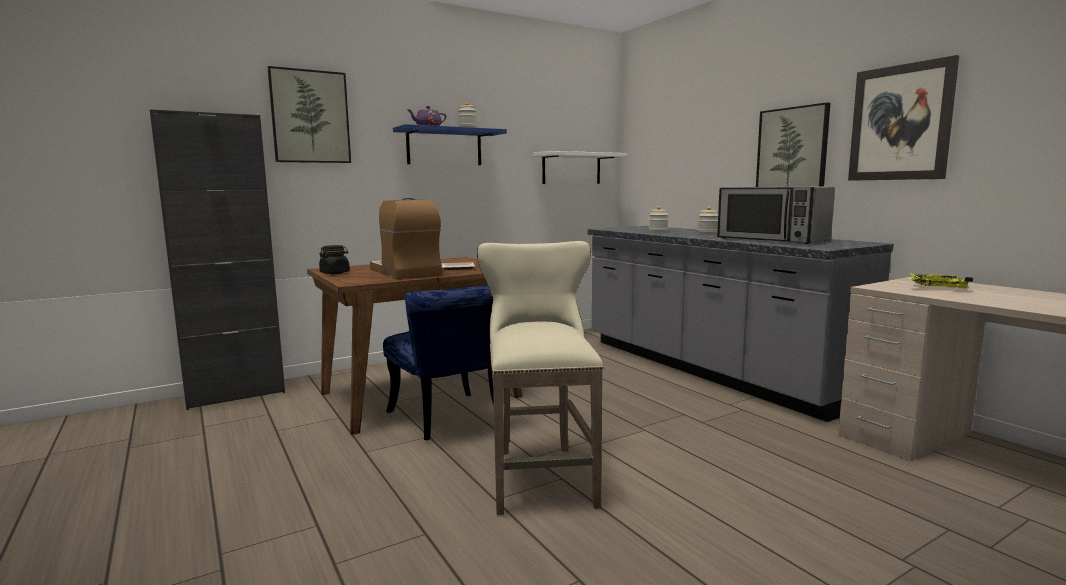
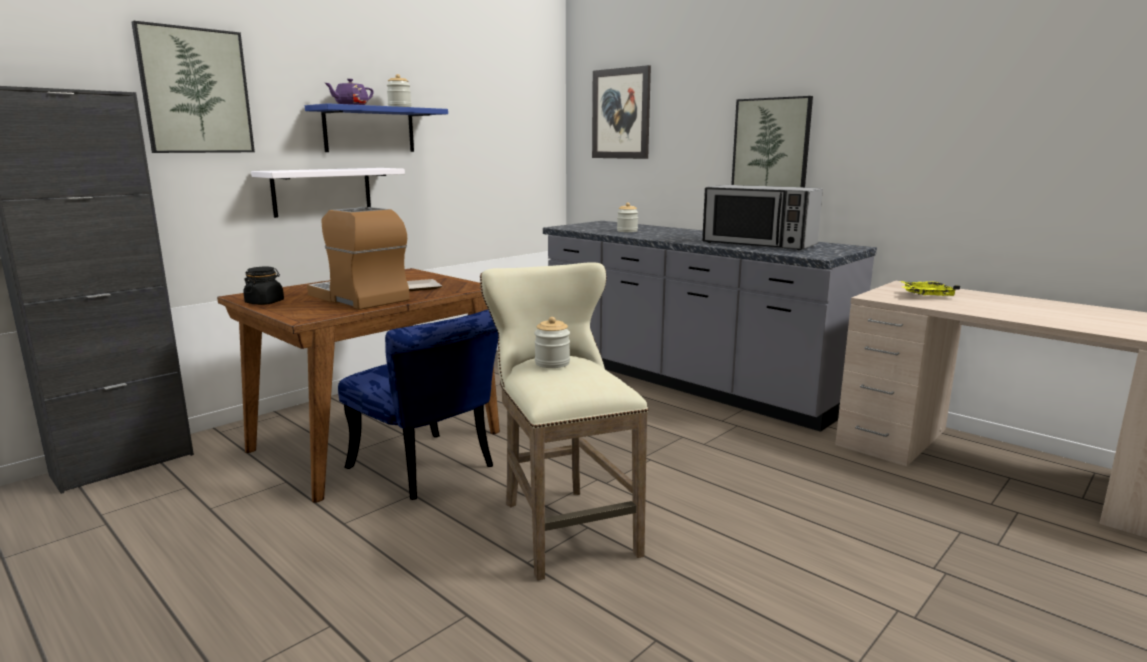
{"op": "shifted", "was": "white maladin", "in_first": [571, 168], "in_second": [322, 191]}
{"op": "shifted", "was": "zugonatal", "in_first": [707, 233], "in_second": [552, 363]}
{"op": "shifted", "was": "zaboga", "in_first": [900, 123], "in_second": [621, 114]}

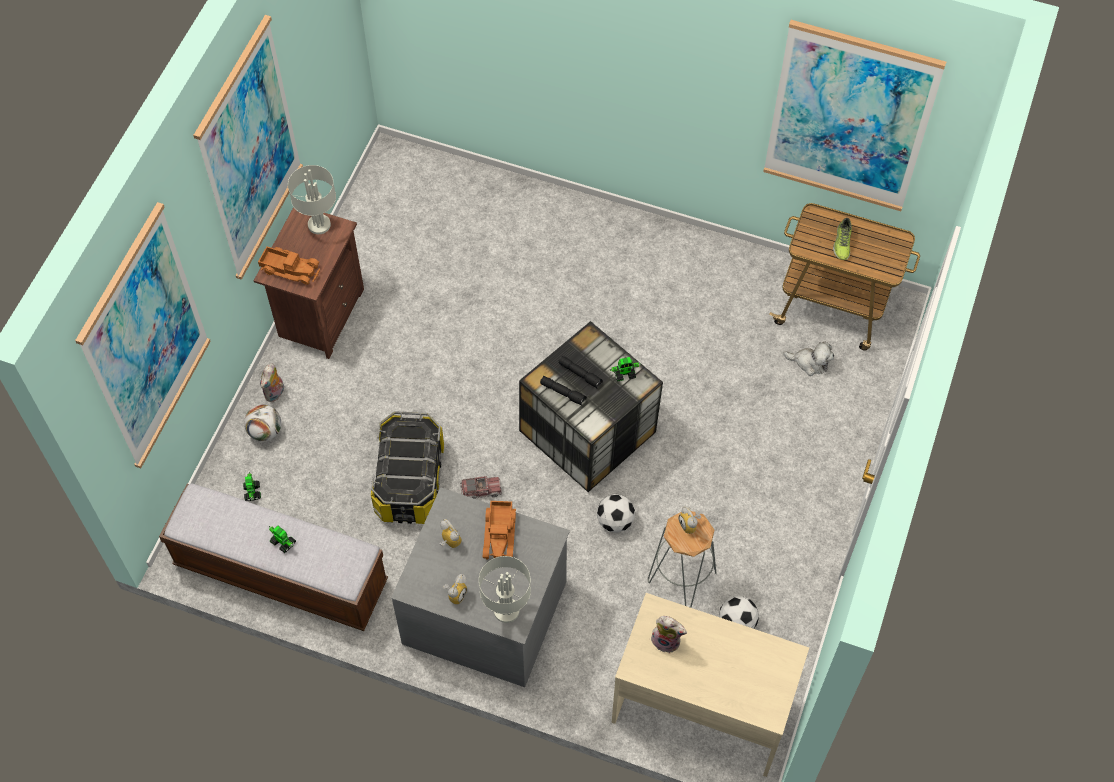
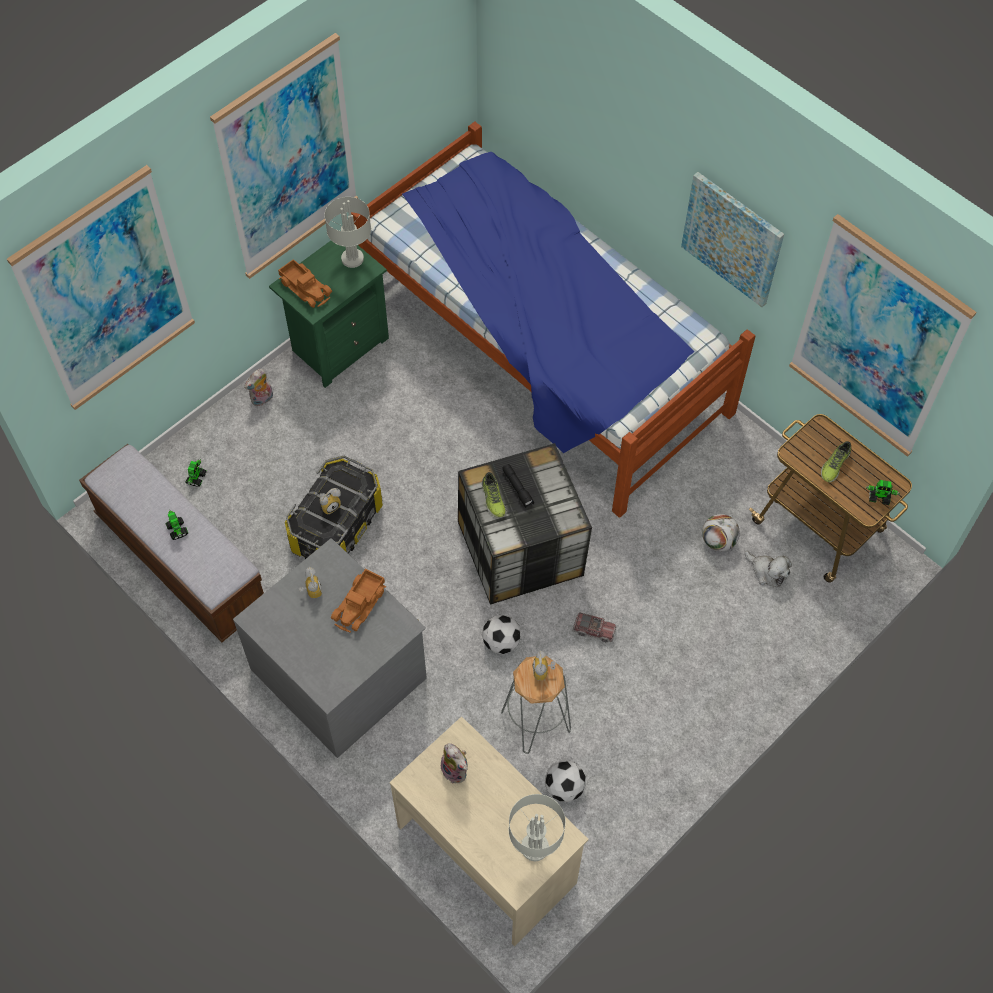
{"op": "shifted", "was": "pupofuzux", "in_first": [265, 431], "in_second": [718, 541]}
{"op": "repainted", "was": "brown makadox", "now": "green makadox", "in_first": [320, 314], "in_second": [338, 345]}
{"op": "shifted", "was": "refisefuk", "in_first": [455, 593], "in_second": [330, 505]}
{"op": "shifted", "was": "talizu", "in_first": [481, 490], "in_second": [594, 630]}
{"op": "shifted", "was": "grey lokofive", "in_first": [506, 610], "in_second": [534, 846]}
{"op": "swapped", "was": "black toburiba", "now": "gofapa", "in_first": [563, 392], "in_second": [492, 499]}
{"op": "shifted", "was": "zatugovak", "in_first": [624, 374], "in_second": [879, 497]}
{"op": "new", "now": "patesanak", "in_second": [542, 355]}
{"op": "new", "now": "zaboga", "in_second": [732, 238]}

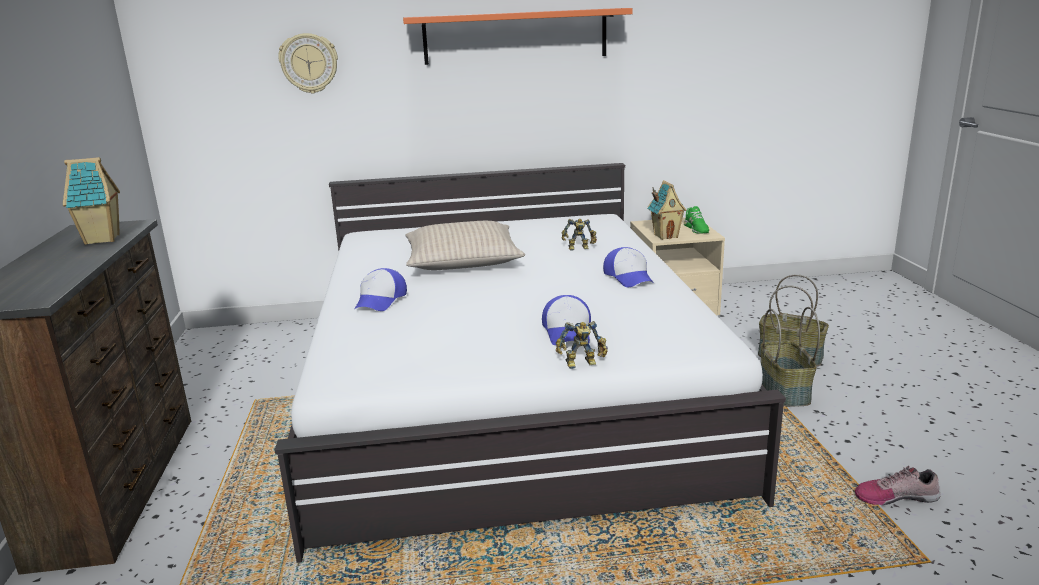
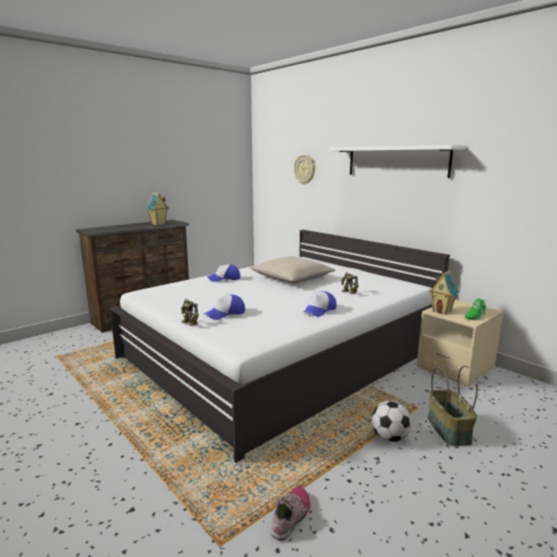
{"op": "repainted", "was": "orange maladin", "now": "white maladin", "in_first": [515, 36], "in_second": [396, 161]}
{"op": "swapped", "was": "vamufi", "now": "pupofuzux", "in_first": [783, 390], "in_second": [389, 437]}
{"op": "rotated", "was": "gofapa", "in_first": [895, 496], "in_second": [291, 517], "clockwise": 60}

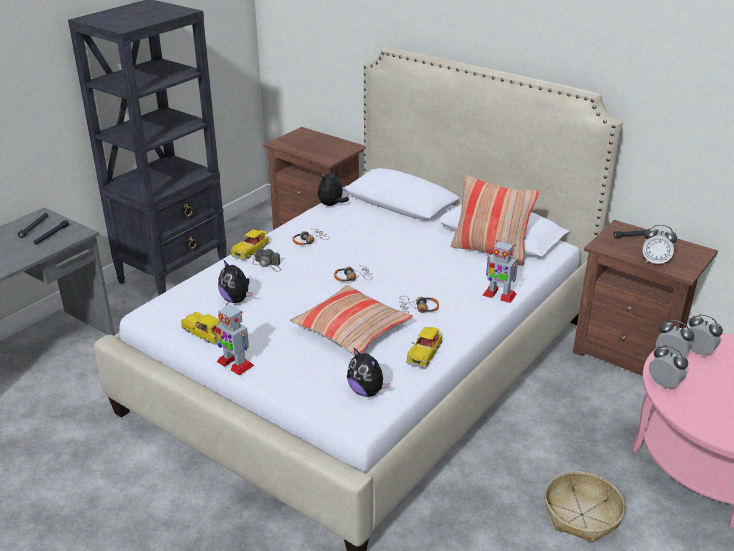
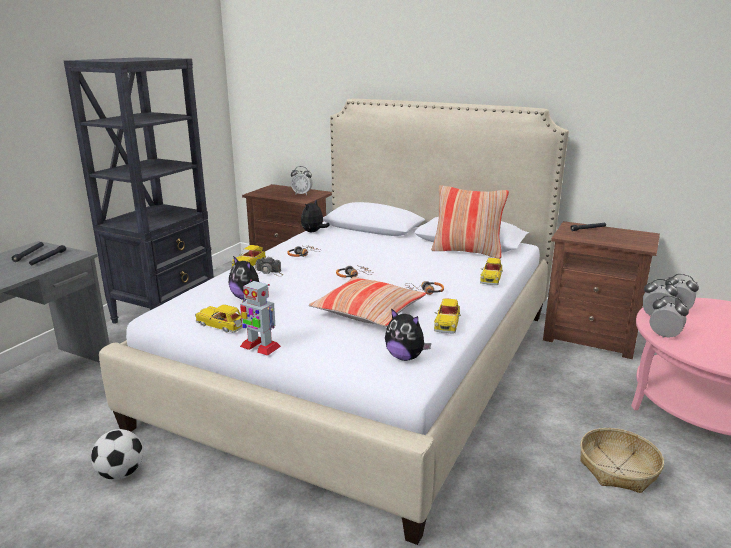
{"op": "swapped", "was": "zatugovak", "now": "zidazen", "in_first": [498, 295], "in_second": [491, 278]}
{"op": "shifted", "was": "refisefuk", "in_first": [655, 261], "in_second": [302, 194]}
{"op": "new", "now": "pupofuzux", "in_second": [121, 473]}

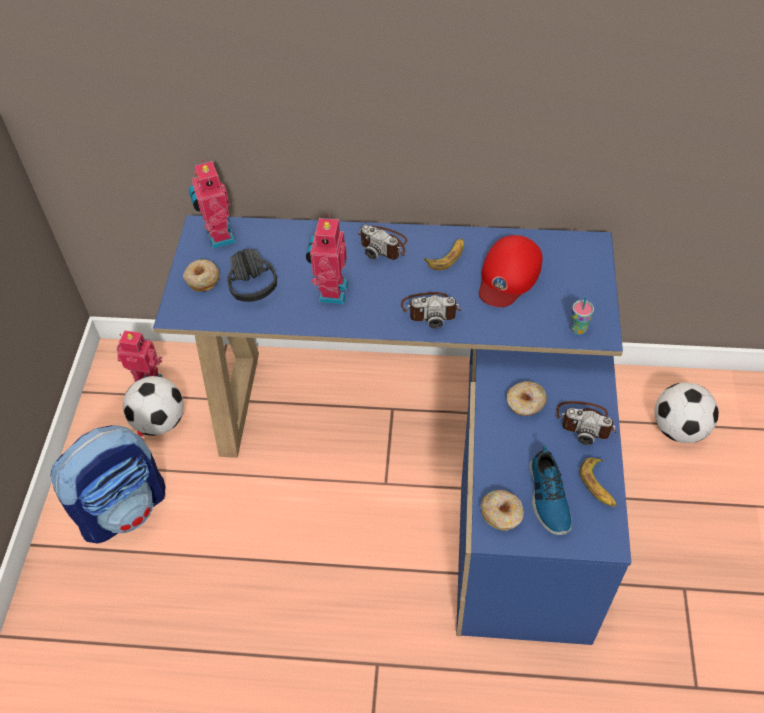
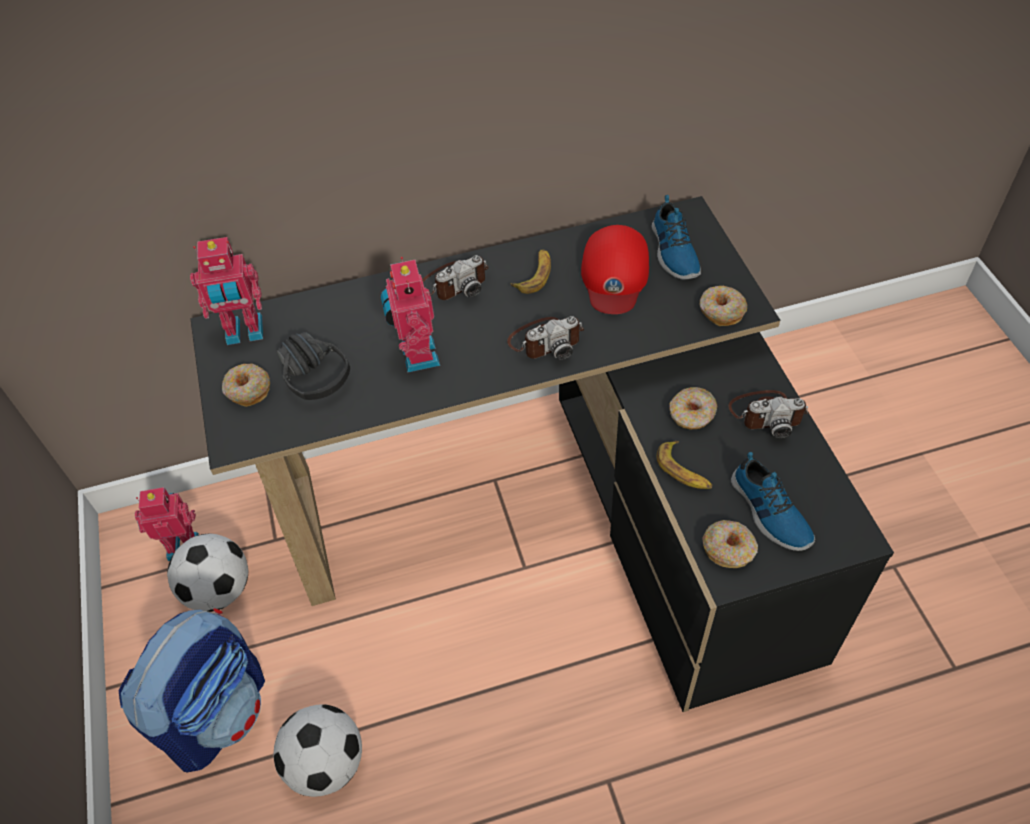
{"op": "repainted", "was": "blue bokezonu", "now": "black bokezonu", "in_first": [428, 449], "in_second": [556, 511]}
{"op": "rotated", "was": "zatugovak", "in_first": [218, 237], "in_second": [244, 332], "clockwise": -60}
{"op": "rotated", "was": "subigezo", "in_first": [383, 245], "in_second": [454, 283], "clockwise": -45}
{"op": "swapped", "was": "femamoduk", "now": "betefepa", "in_first": [578, 329], "in_second": [721, 311]}
{"op": "shifted", "was": "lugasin", "in_first": [599, 485], "in_second": [683, 471]}
{"op": "shifted", "was": "pupofuzux", "in_first": [678, 428], "in_second": [326, 763]}
{"op": "new", "now": "gofapa", "in_second": [673, 251]}

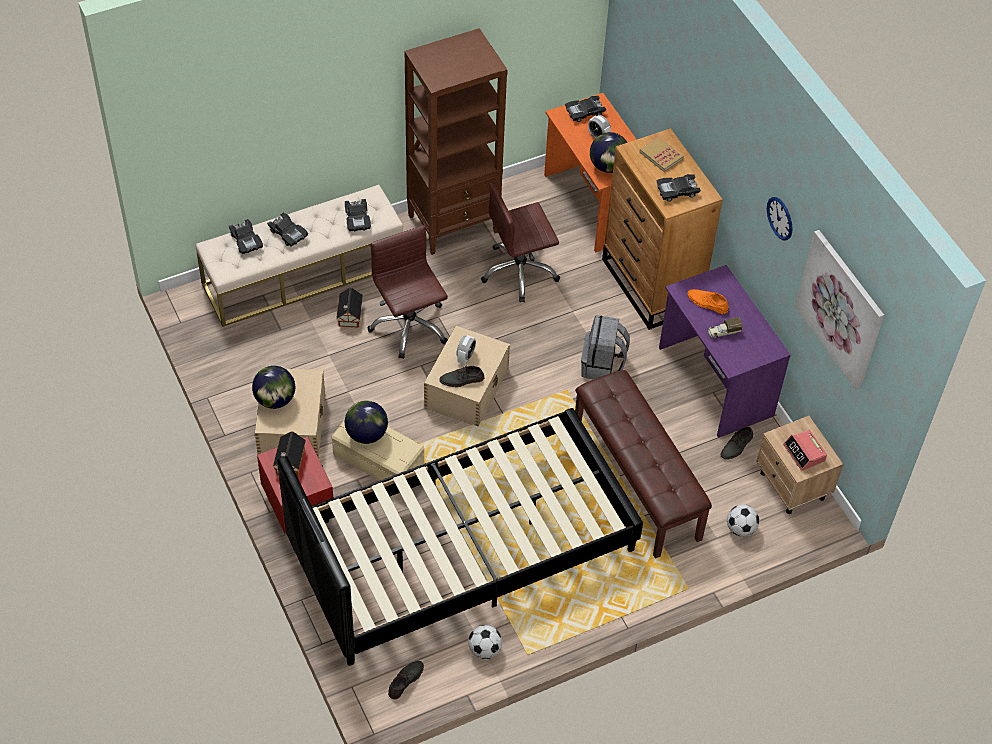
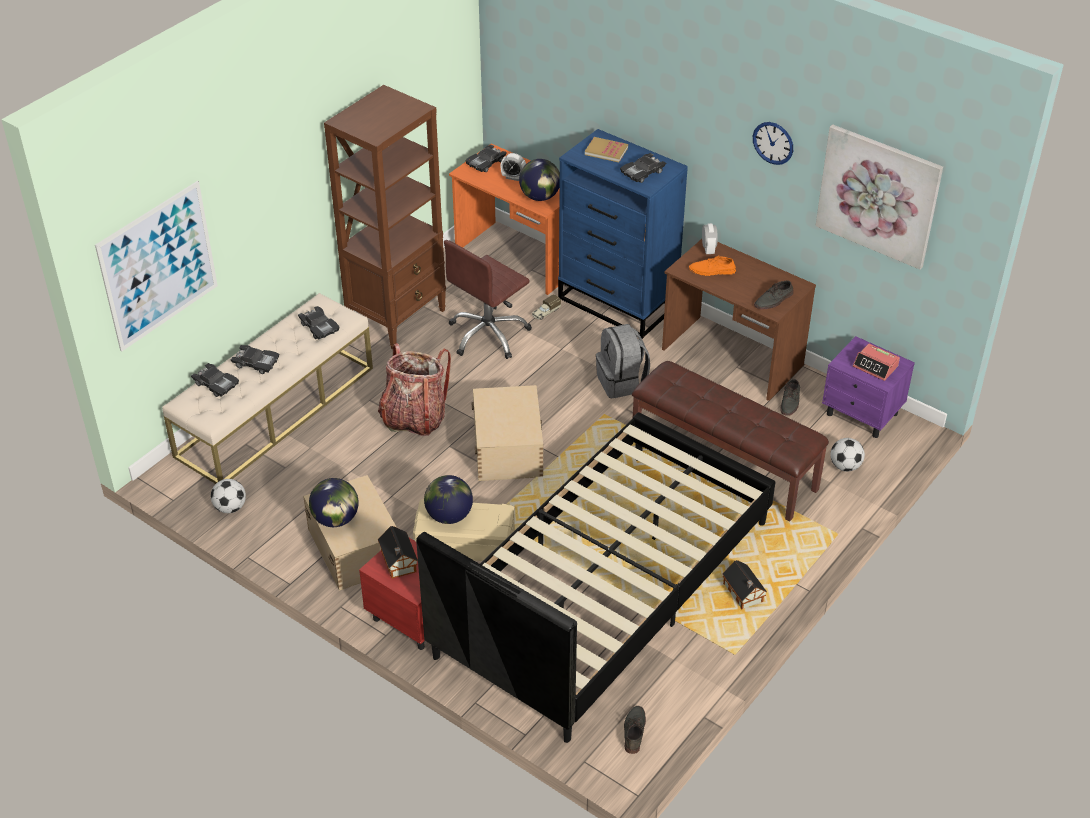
{"op": "shifted", "was": "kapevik", "in_first": [349, 316], "in_second": [743, 595]}
{"op": "swapped", "was": "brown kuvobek", "now": "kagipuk", "in_first": [409, 326], "in_second": [414, 418]}
{"op": "shifted", "was": "grey gofapa", "in_first": [462, 380], "in_second": [774, 300]}
{"op": "shifted", "was": "refisefuk", "in_first": [465, 357], "in_second": [708, 249]}
{"op": "shifted", "was": "pupofuzux", "in_first": [484, 650], "in_second": [230, 507]}
{"op": "repainted", "was": "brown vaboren", "now": "blue vaboren", "in_first": [651, 285], "in_second": [618, 303]}
{"op": "repainted", "was": "purple bokezonu", "now": "brown bokezonu", "in_first": [714, 382], "in_second": [731, 358]}
{"op": "shifted", "was": "talizu", "in_first": [723, 332], "in_second": [545, 313]}
{"op": "repainted", "was": "beige makadox", "now": "purple makadox", "in_first": [792, 486], "in_second": [862, 414]}
{"op": "new", "now": "zaboga", "in_second": [158, 266]}

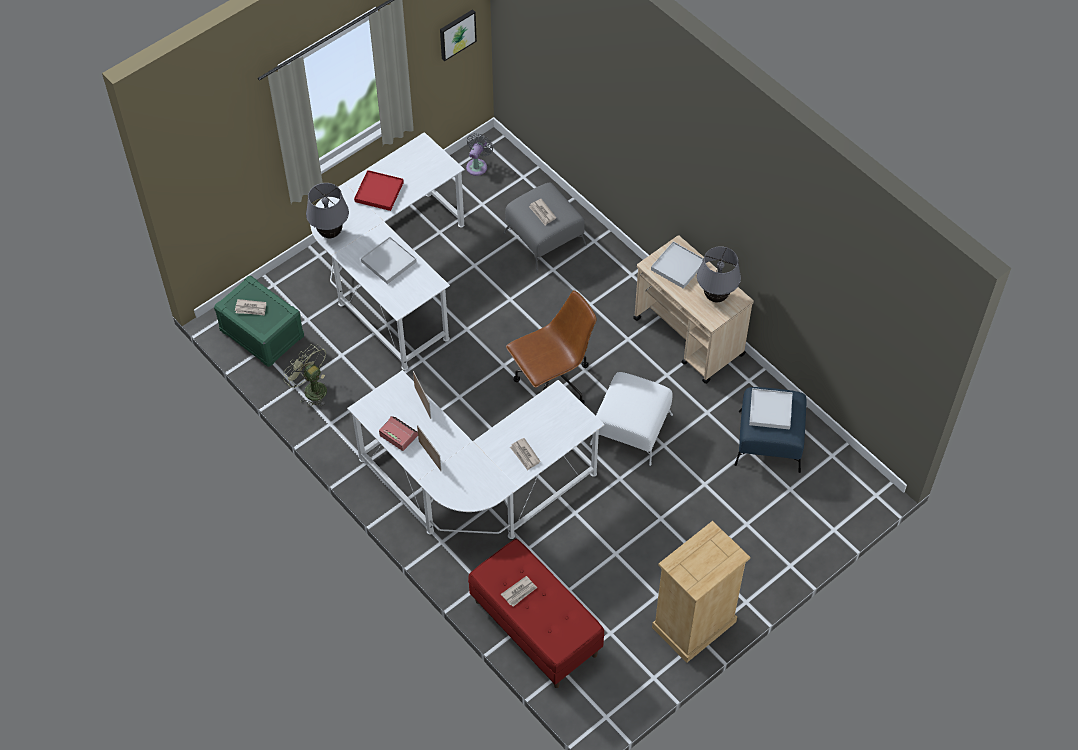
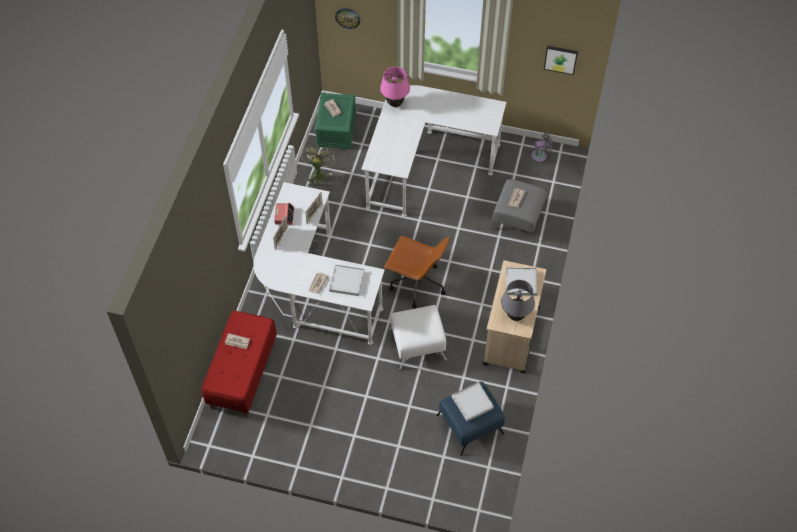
{"op": "repainted", "was": "grey lokofive", "now": "pink lokofive", "in_first": [330, 233], "in_second": [395, 103]}
{"op": "gone", "was": "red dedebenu", "in_first": [379, 192]}
{"op": "shifted", "was": "white dedebenu", "in_first": [389, 262], "in_second": [347, 281]}
{"op": "gone", "was": "beige vaboren", "in_first": [694, 625]}
{"op": "new", "now": "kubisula", "in_second": [347, 17]}

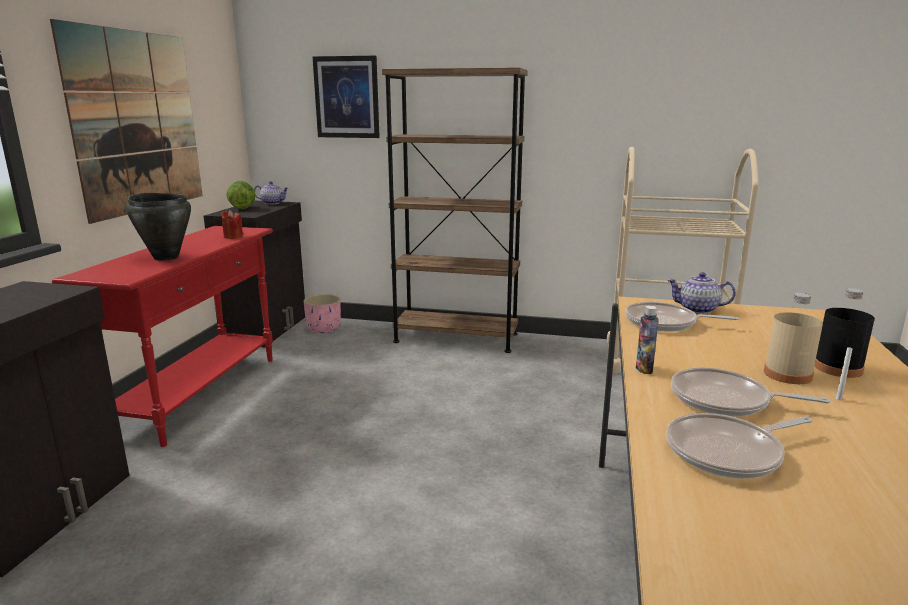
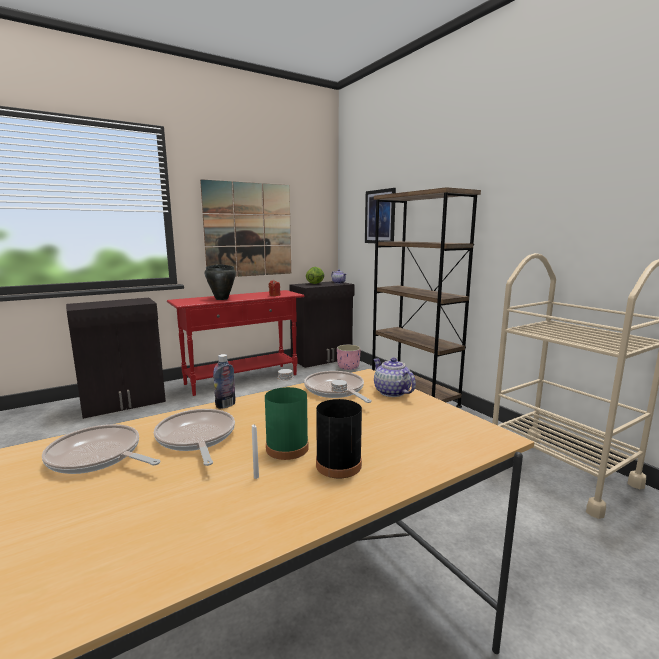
{"op": "repainted", "was": "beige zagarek", "now": "green zagarek", "in_first": [787, 374], "in_second": [287, 448]}

